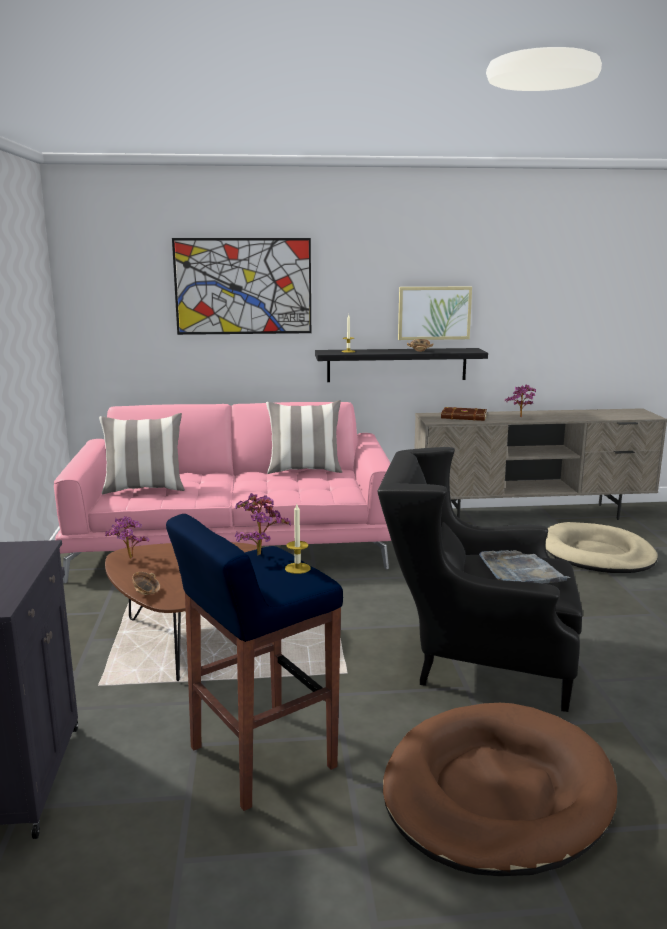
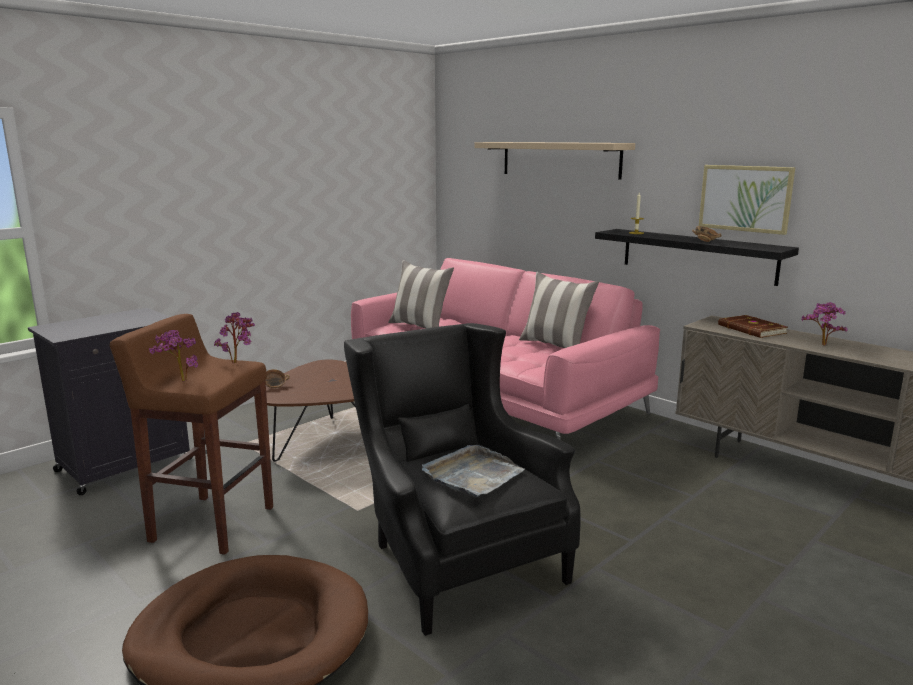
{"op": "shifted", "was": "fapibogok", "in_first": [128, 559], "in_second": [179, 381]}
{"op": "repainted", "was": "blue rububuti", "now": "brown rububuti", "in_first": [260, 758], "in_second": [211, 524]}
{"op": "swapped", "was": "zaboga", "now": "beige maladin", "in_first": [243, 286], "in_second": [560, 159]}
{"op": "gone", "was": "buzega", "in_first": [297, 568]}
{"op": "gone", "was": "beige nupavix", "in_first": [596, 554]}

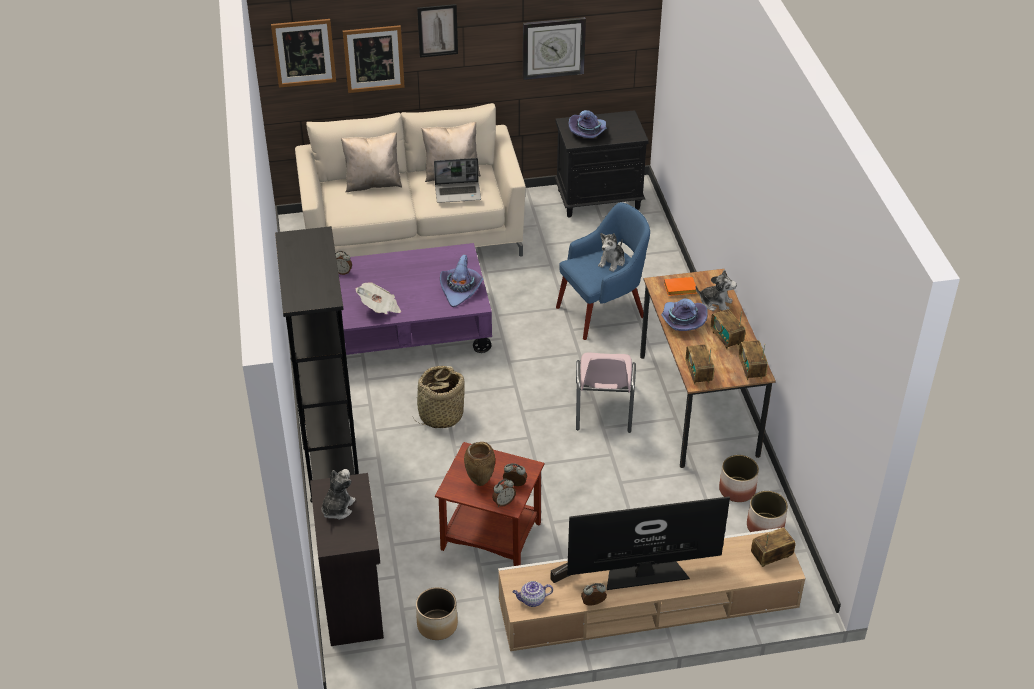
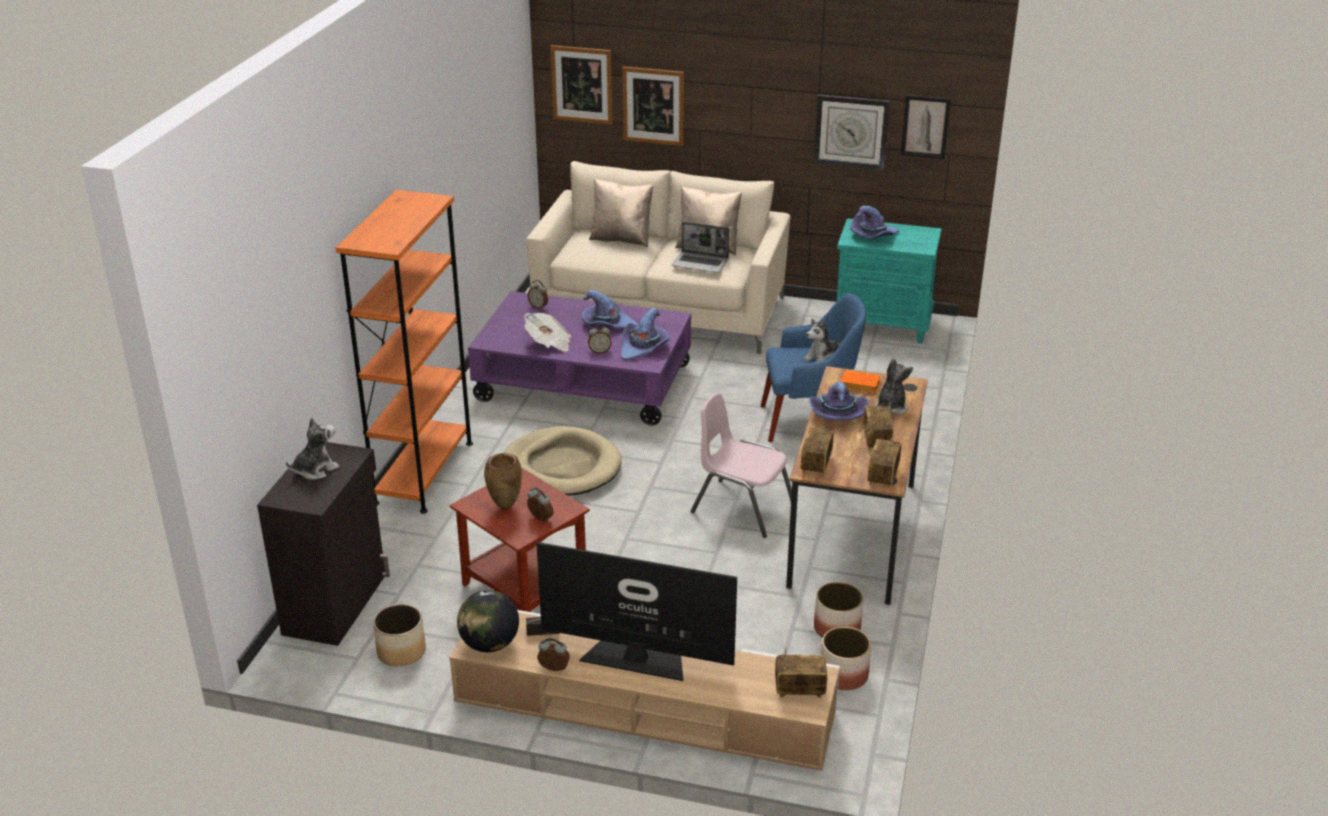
{"op": "repainted", "was": "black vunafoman", "now": "orange vunafoman", "in_first": [331, 457], "in_second": [424, 472]}
{"op": "swapped", "was": "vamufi", "now": "beige nupavix", "in_first": [440, 415], "in_second": [562, 467]}
{"op": "shifted", "was": "zaboga", "in_first": [437, 30], "in_second": [925, 127]}
{"op": "shifted", "was": "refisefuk", "in_first": [503, 502], "in_second": [599, 351]}
{"op": "swapped", "was": "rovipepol", "now": "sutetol", "in_first": [532, 600], "in_second": [490, 644]}
{"op": "repainted", "was": "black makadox", "now": "turquoise makadox", "in_first": [599, 199], "in_second": [883, 325]}
{"op": "rotated", "was": "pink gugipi", "in_first": [603, 407], "in_second": [742, 507], "clockwise": 90}
{"op": "rotated", "was": "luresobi", "in_first": [715, 303], "in_second": [891, 407], "clockwise": -120}
{"op": "new", "now": "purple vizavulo", "in_second": [607, 324]}

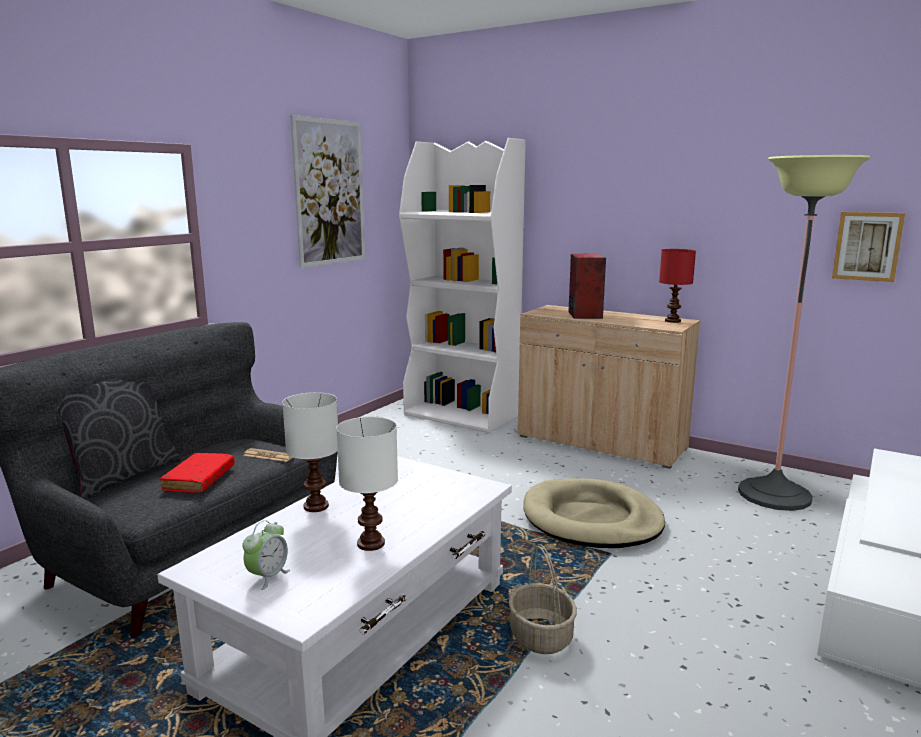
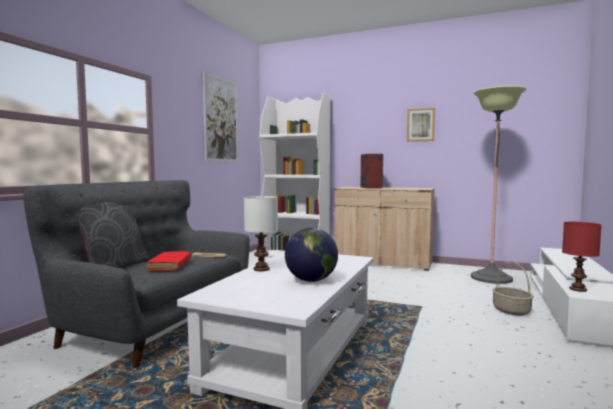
{"op": "gone", "was": "refisefuk", "in_first": [267, 577]}
{"op": "swapped", "was": "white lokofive", "now": "sutetol", "in_first": [370, 544], "in_second": [311, 280]}
{"op": "shifted", "was": "vamufi", "in_first": [542, 637], "in_second": [511, 311]}
{"op": "gone", "was": "beige nupavix", "in_first": [591, 519]}
{"op": "shifted", "was": "red lokofive", "in_first": [673, 321], "in_second": [578, 289]}
{"op": "shifted", "was": "zaboga", "in_first": [867, 246], "in_second": [420, 125]}

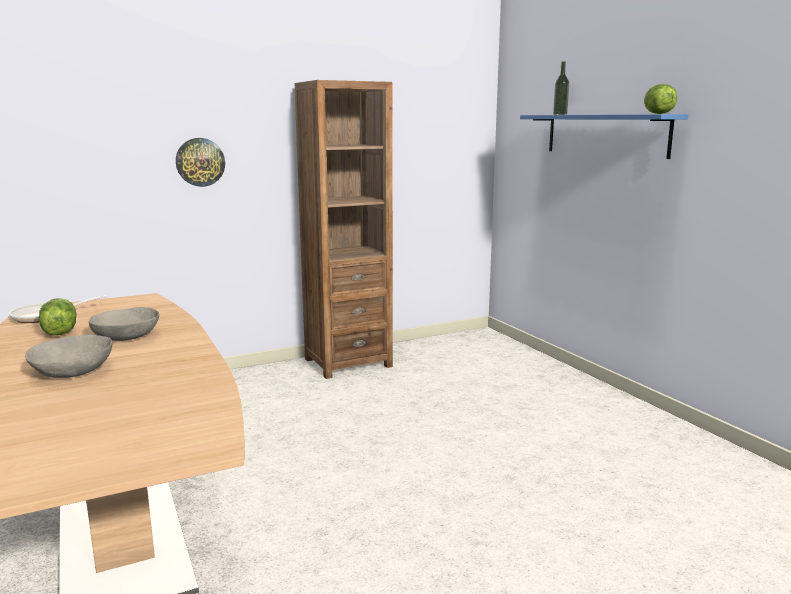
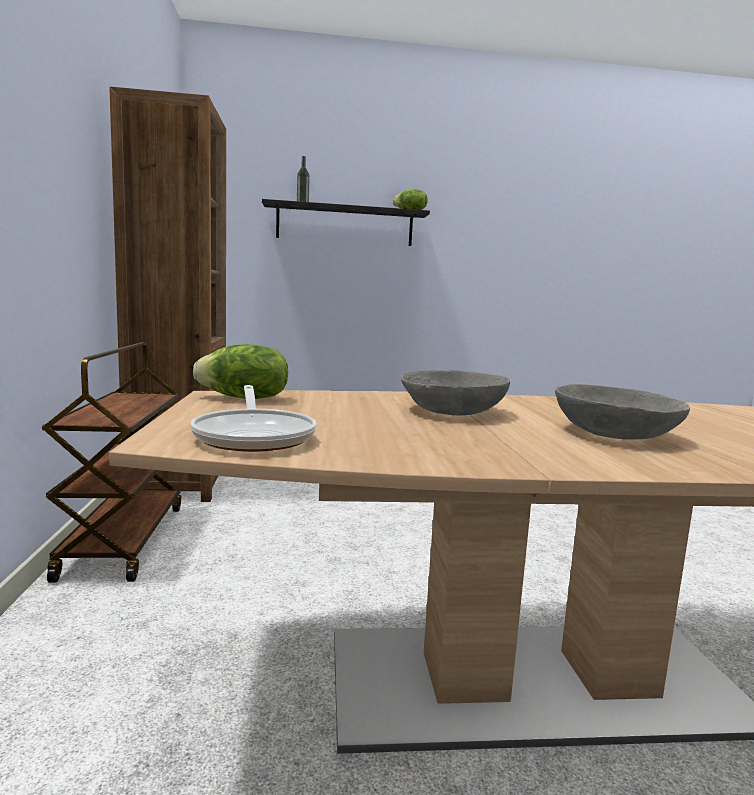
{"op": "shifted", "was": "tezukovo", "in_first": [59, 332], "in_second": [244, 398]}
{"op": "gone", "was": "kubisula", "in_first": [200, 162]}
{"op": "repainted", "was": "blue maladin", "now": "black maladin", "in_first": [605, 134], "in_second": [345, 225]}
{"op": "new", "now": "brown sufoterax", "in_second": [123, 539]}

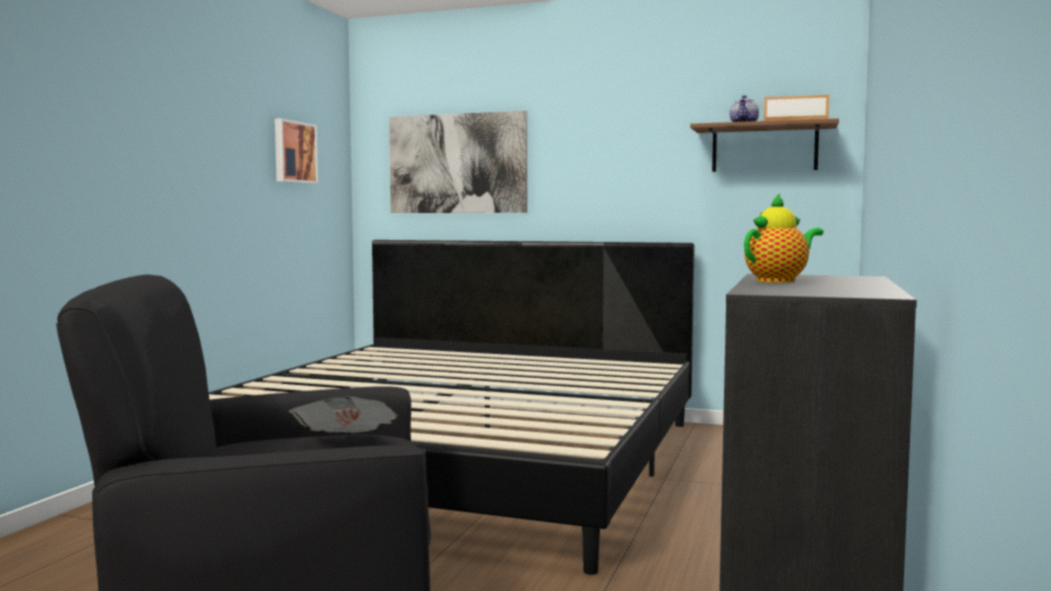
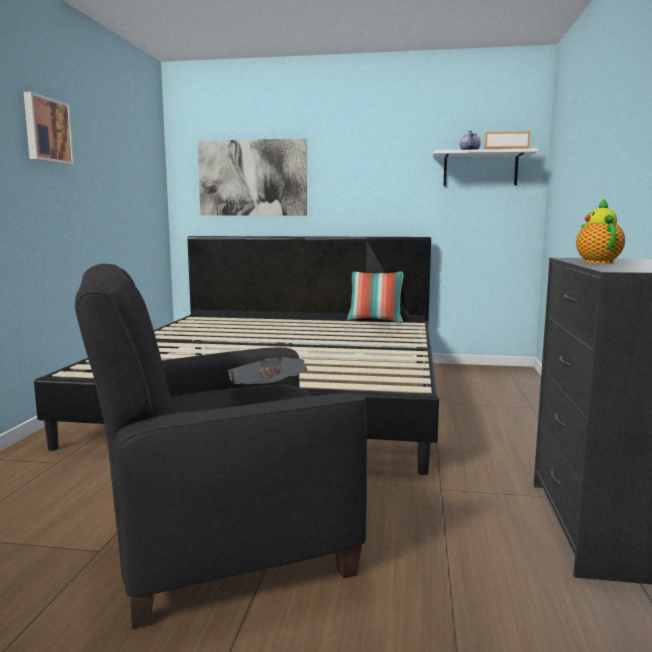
{"op": "shifted", "was": "zaboga", "in_first": [294, 152], "in_second": [46, 130]}
{"op": "repainted", "was": "brown maladin", "now": "white maladin", "in_first": [764, 148], "in_second": [480, 169]}
{"op": "rotated", "was": "rovipepol", "in_first": [779, 281], "in_second": [597, 262], "clockwise": -45}
{"op": "new", "now": "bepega", "in_second": [375, 320]}

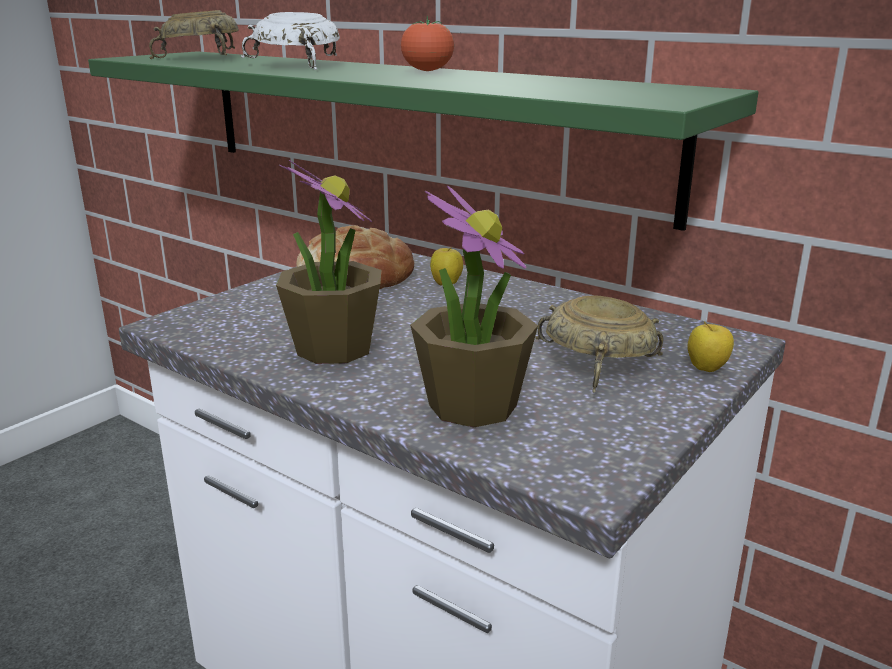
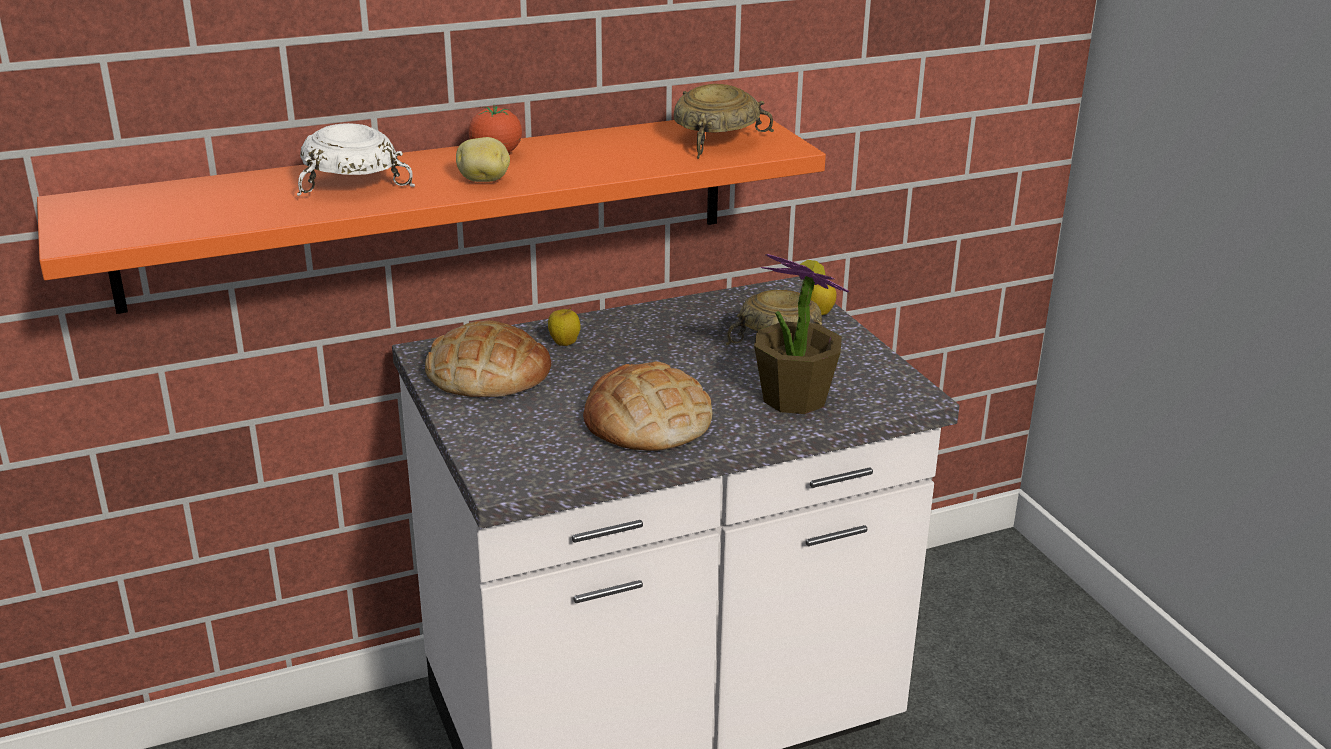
{"op": "repainted", "was": "green maladin", "now": "orange maladin", "in_first": [413, 126], "in_second": [434, 207]}
{"op": "shifted", "was": "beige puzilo", "in_first": [205, 58], "in_second": [715, 139]}
{"op": "swapped", "was": "fapibogok", "now": "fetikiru", "in_first": [333, 348], "in_second": [647, 421]}
{"op": "new", "now": "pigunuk", "in_second": [484, 180]}

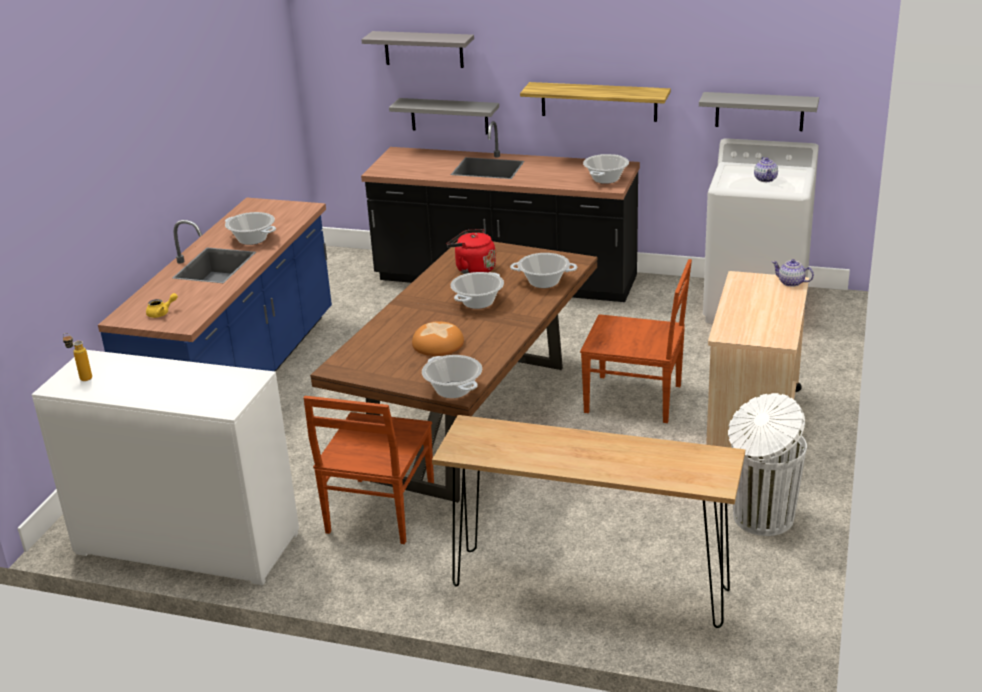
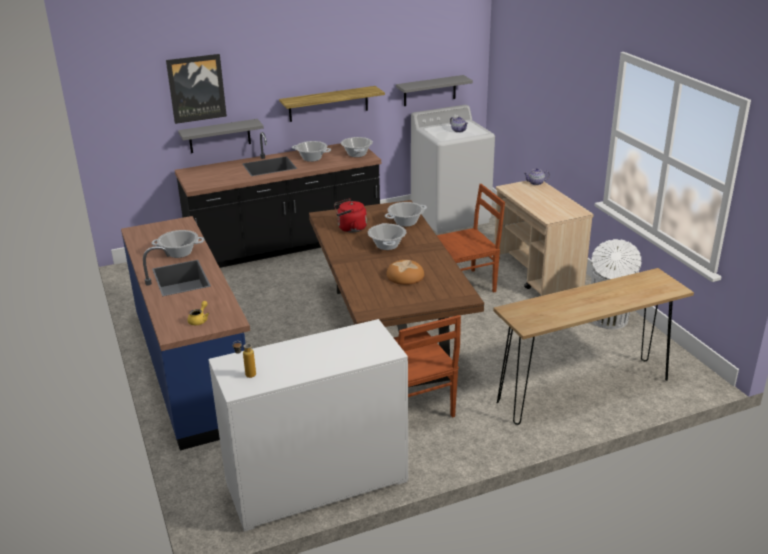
{"op": "swapped", "was": "grey maladin", "now": "zaboga", "in_first": [423, 49], "in_second": [196, 88]}
{"op": "shifted", "was": "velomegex", "in_first": [453, 390], "in_second": [312, 158]}

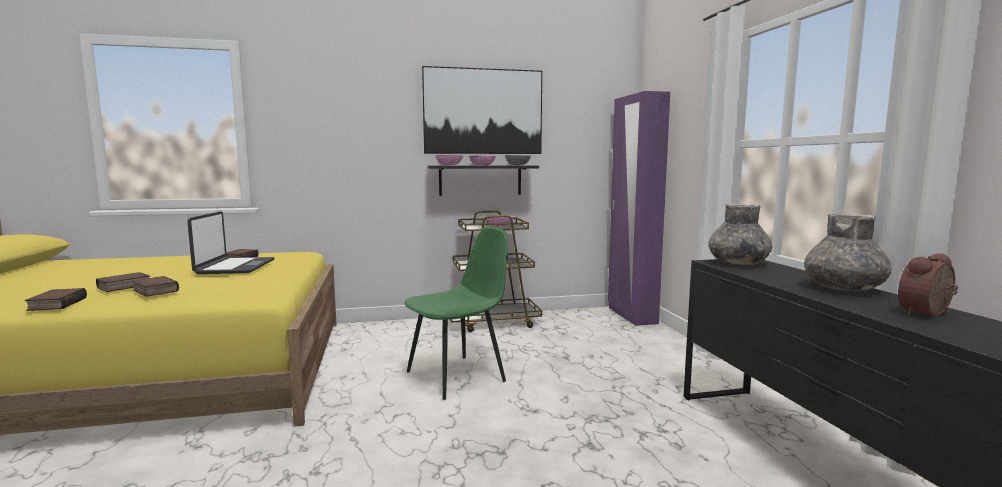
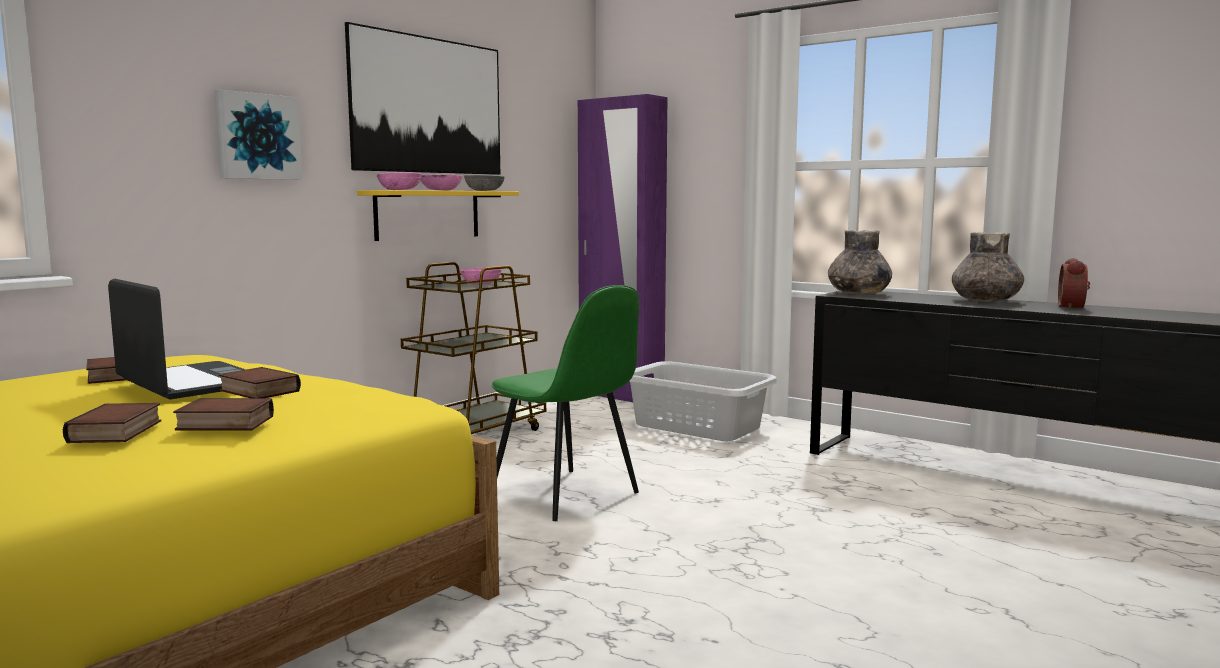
{"op": "shifted", "was": "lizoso", "in_first": [56, 304], "in_second": [257, 391]}
{"op": "rotated", "was": "green gugipi", "in_first": [458, 376], "in_second": [566, 495], "clockwise": 120}
{"op": "repainted", "was": "black maladin", "now": "yellow maladin", "in_first": [480, 180], "in_second": [428, 214]}
{"op": "new", "now": "zaboga", "in_second": [257, 137]}
{"op": "new", "now": "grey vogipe", "in_second": [697, 426]}

